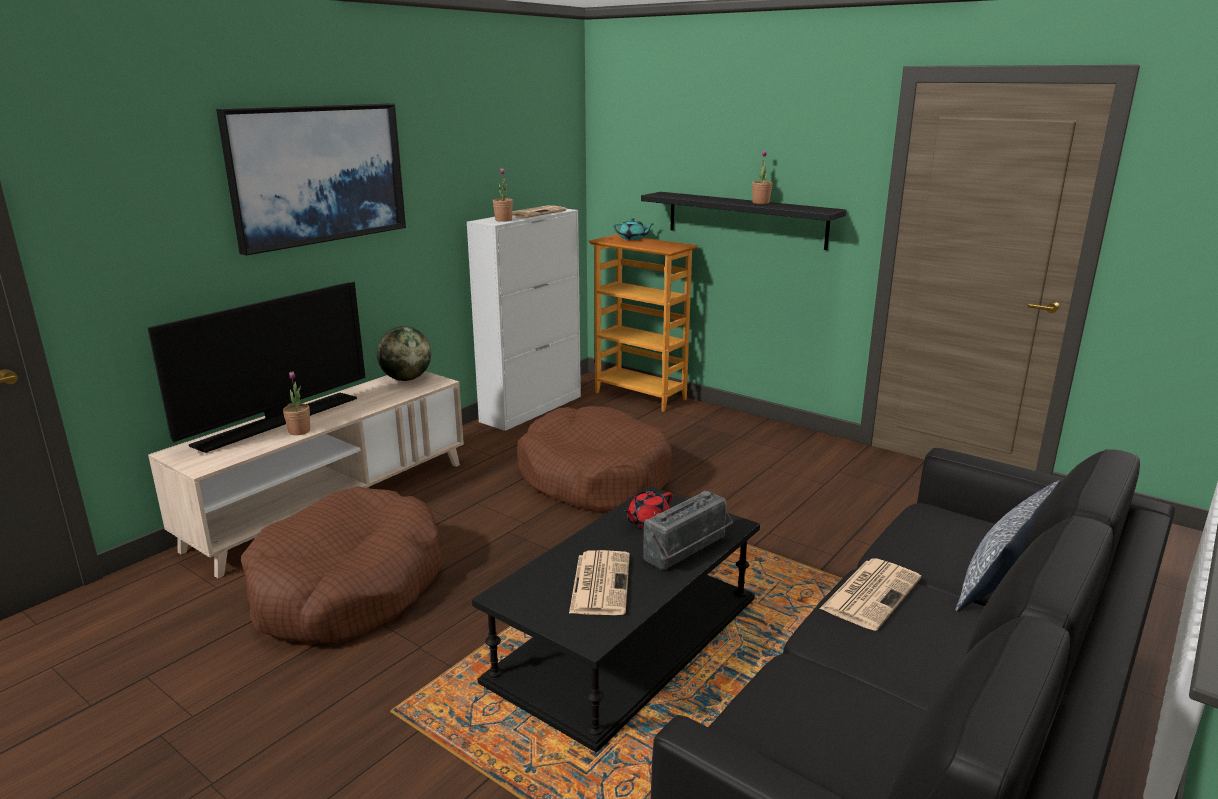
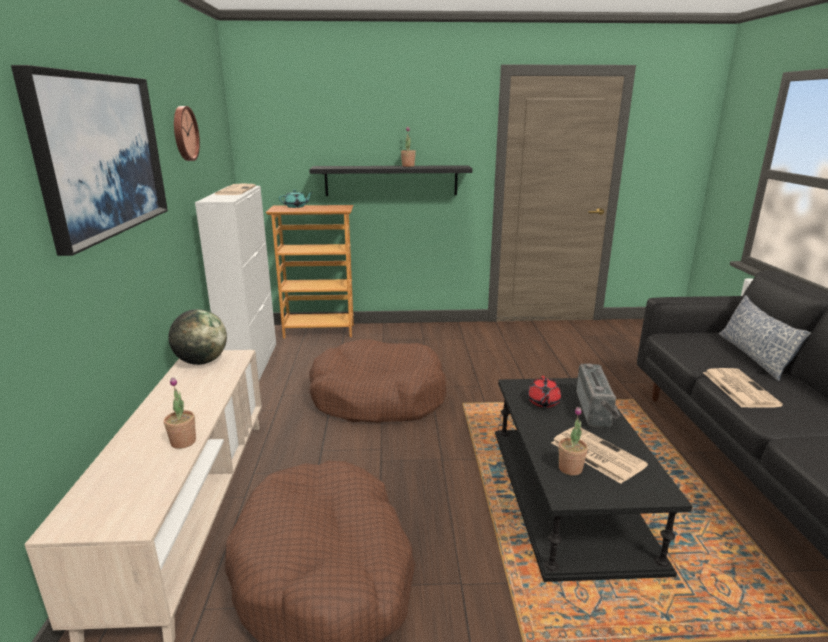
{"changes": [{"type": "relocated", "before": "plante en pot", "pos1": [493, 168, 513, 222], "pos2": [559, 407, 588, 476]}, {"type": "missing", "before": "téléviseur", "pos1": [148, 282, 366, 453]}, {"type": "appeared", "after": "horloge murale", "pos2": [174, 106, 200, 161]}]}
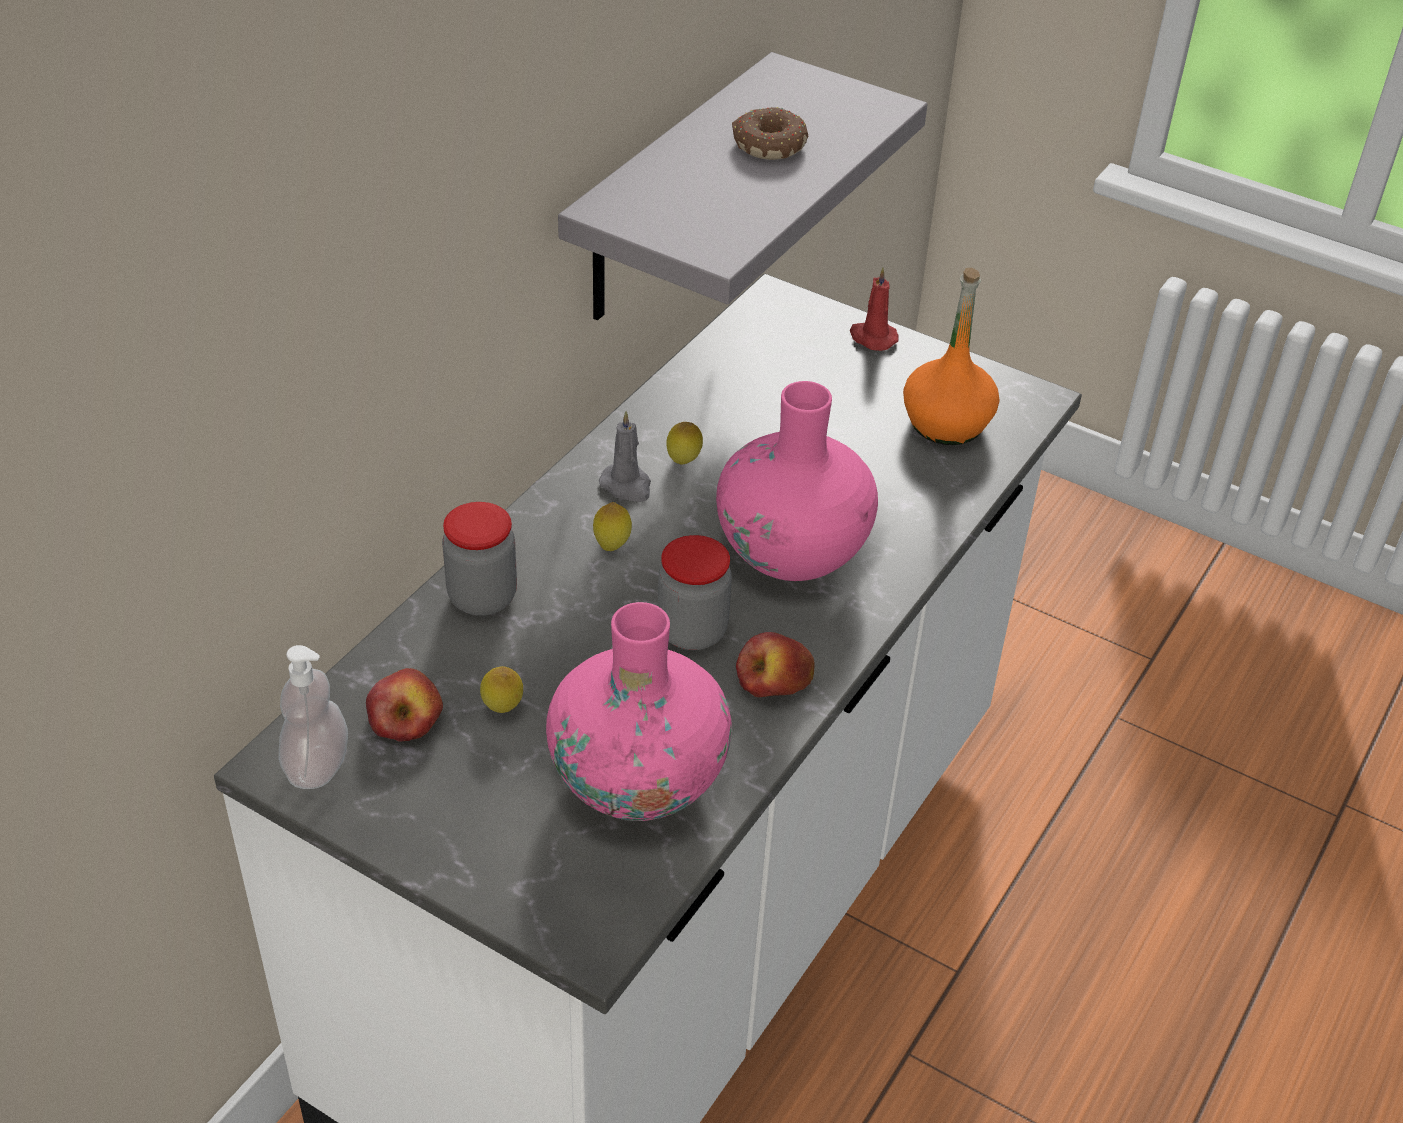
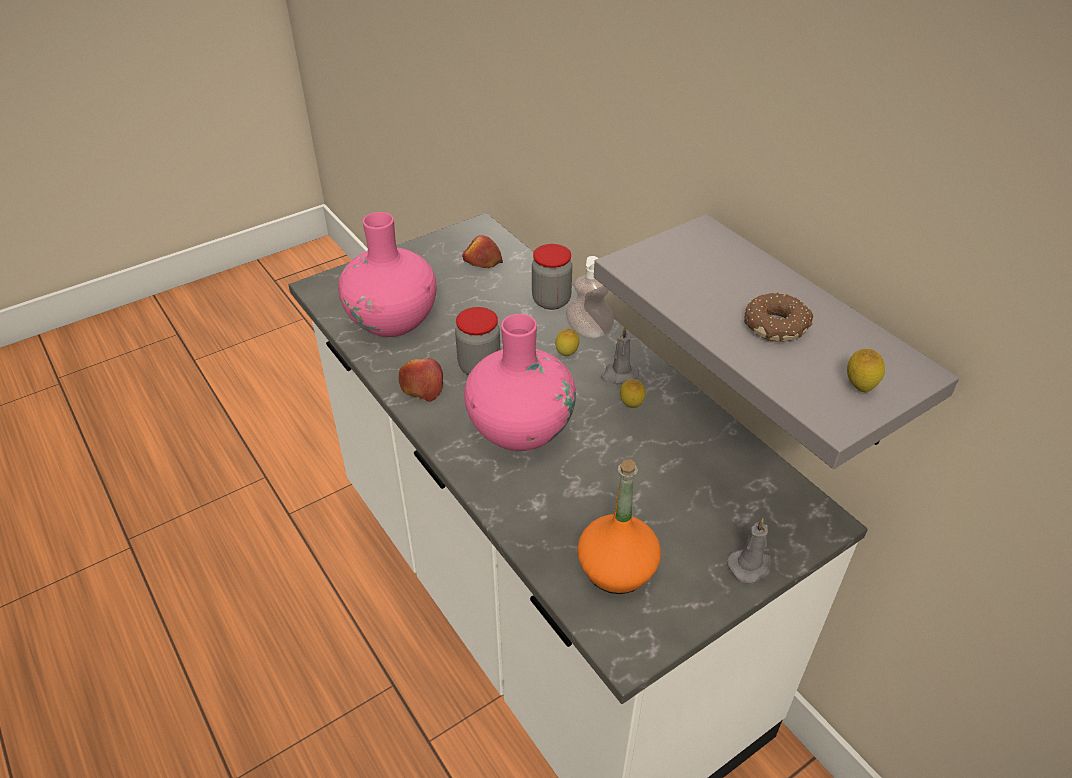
{"changes": [{"type": "colour", "before": "bougie (rouge)", "after": "bougie (gris)", "pos1": [850, 267, 899, 351], "pos2": [728, 518, 772, 583]}, {"type": "relocated", "before": "distributeur de savon", "pos1": [279, 645, 348, 789], "pos2": [566, 256, 614, 339]}, {"type": "relocated", "before": "citron", "pos1": [480, 666, 523, 713], "pos2": [847, 349, 885, 392]}]}
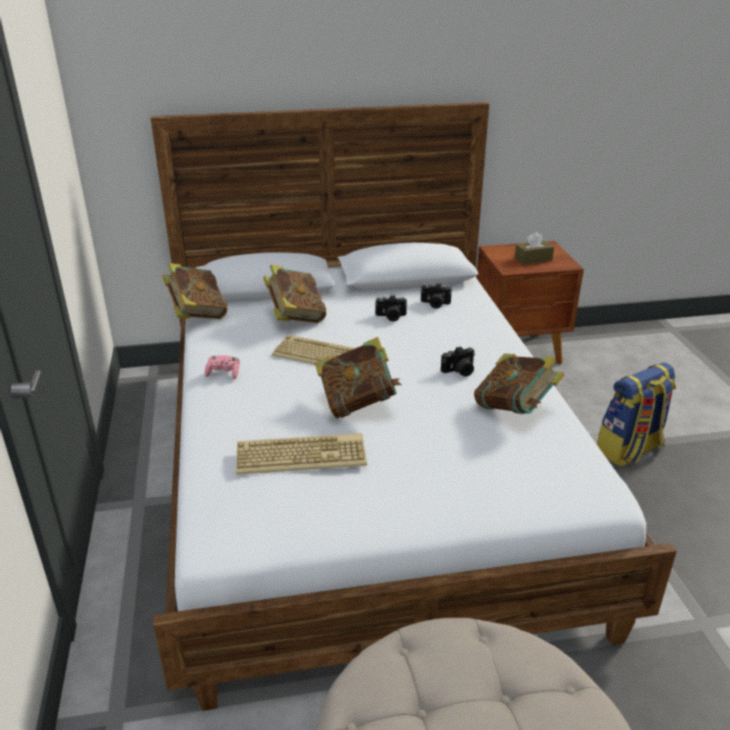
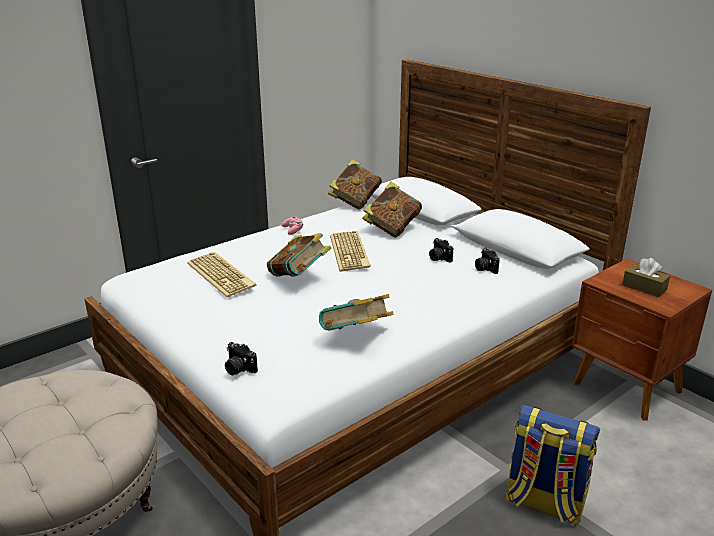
{"changes": [{"type": "relocated", "before": "appareil photo", "pos1": [441, 346, 475, 377], "pos2": [225, 342, 258, 375]}]}
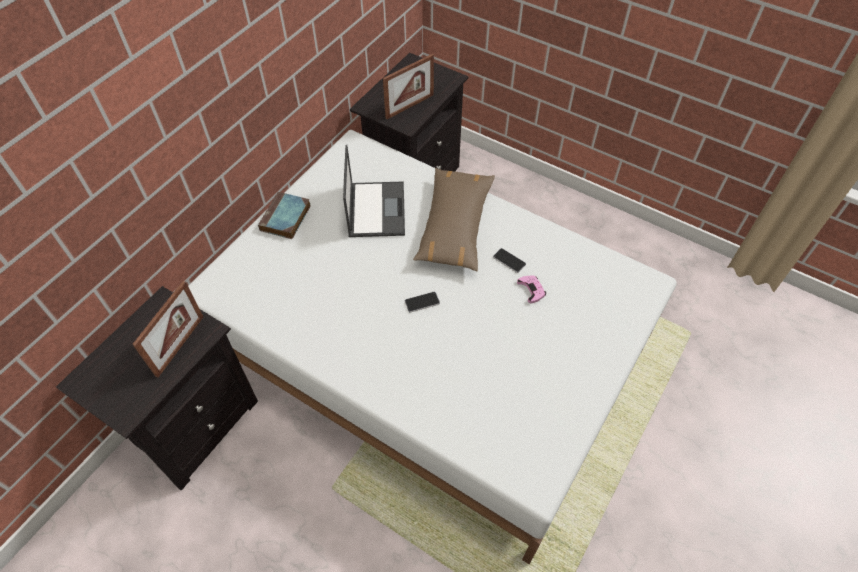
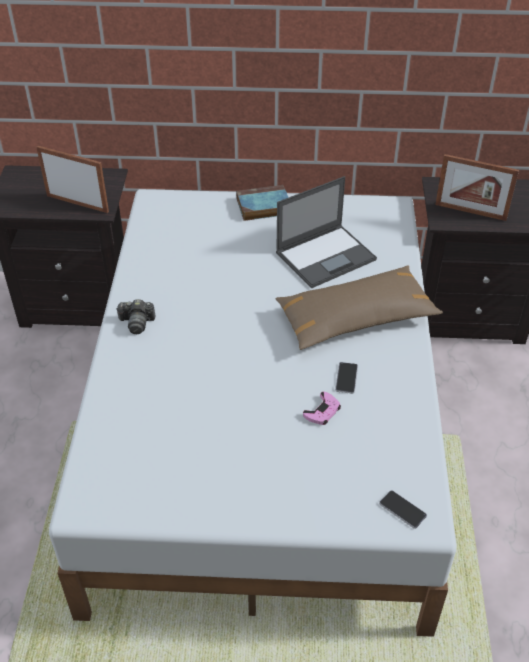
{"changes": [{"type": "spun", "before": "cadre photo", "pos1": [132, 281, 203, 377], "pos2": [36, 146, 109, 213], "turn": -150}, {"type": "relocated", "before": "téléphone", "pos1": [405, 292, 440, 313], "pos2": [379, 490, 427, 529]}, {"type": "appeared", "after": "appareil photo", "pos2": [116, 299, 155, 334]}]}
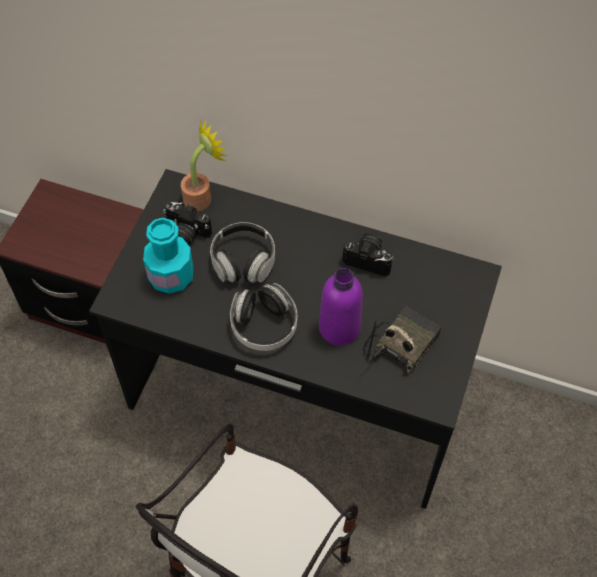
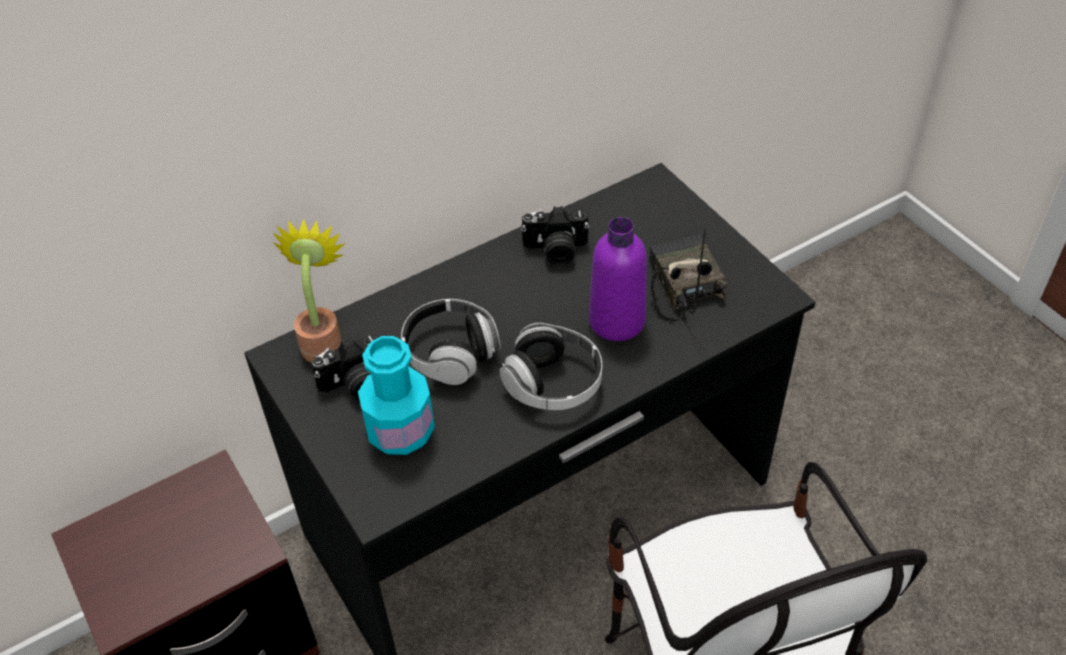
{"changes": [{"type": "spun", "before": "appareil photo", "pos1": [342, 233, 394, 276], "pos2": [521, 206, 589, 265], "turn": -150}]}
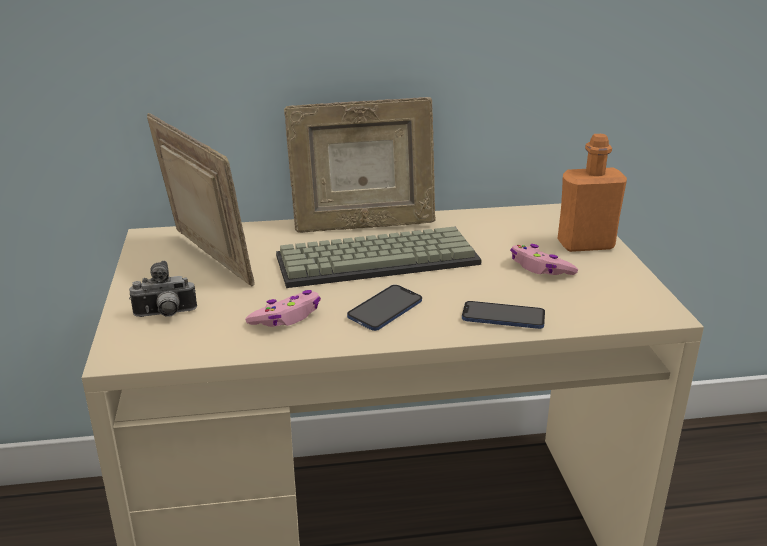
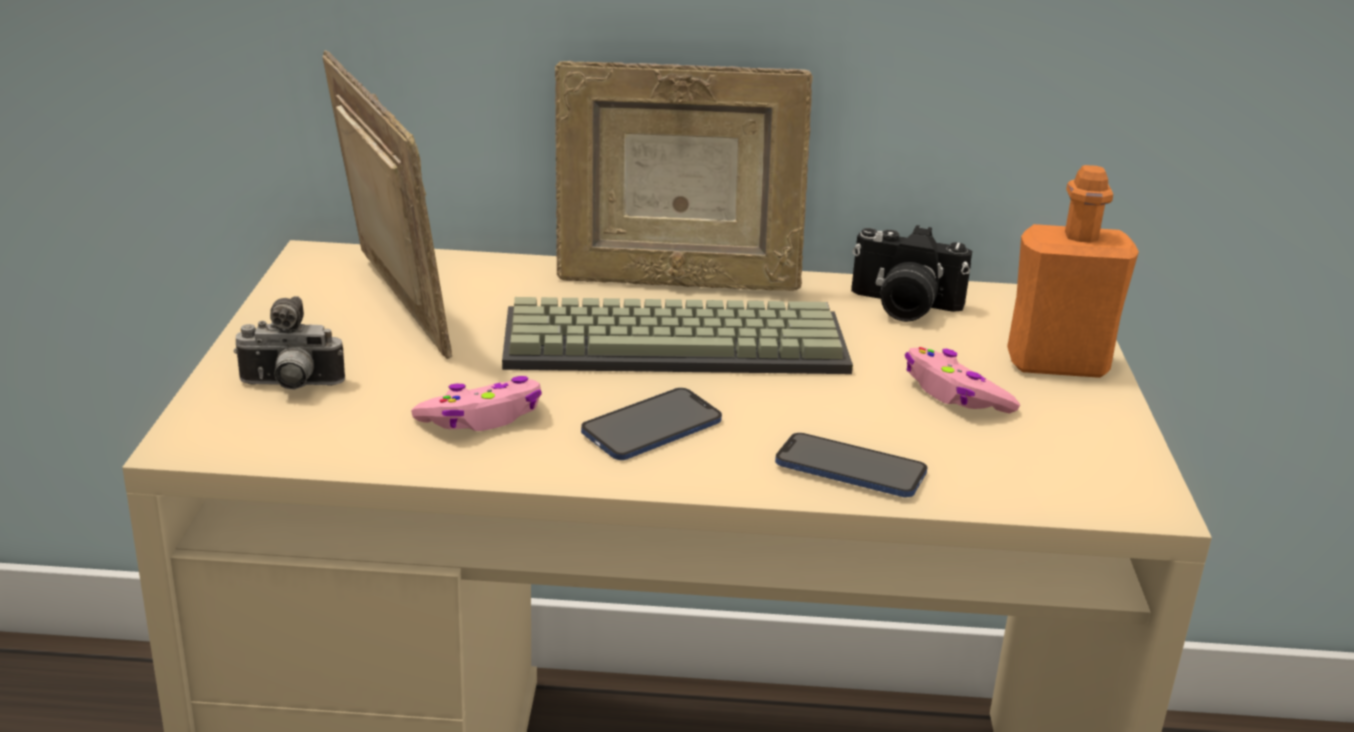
{"changes": [{"type": "appeared", "after": "appareil photo", "pos2": [851, 225, 972, 322]}]}
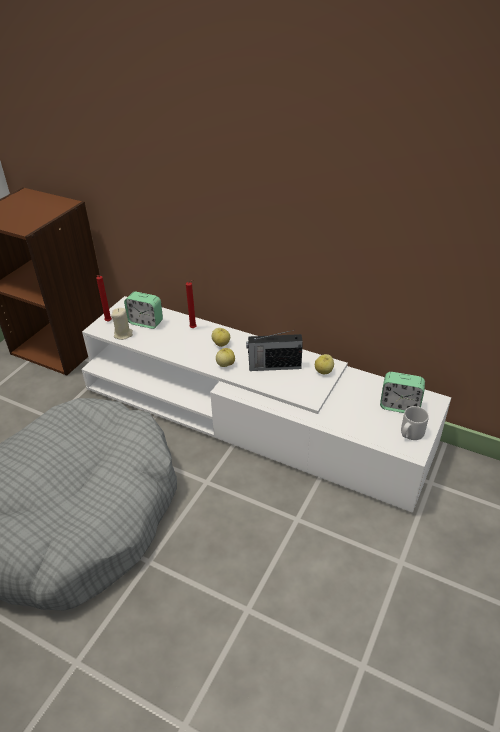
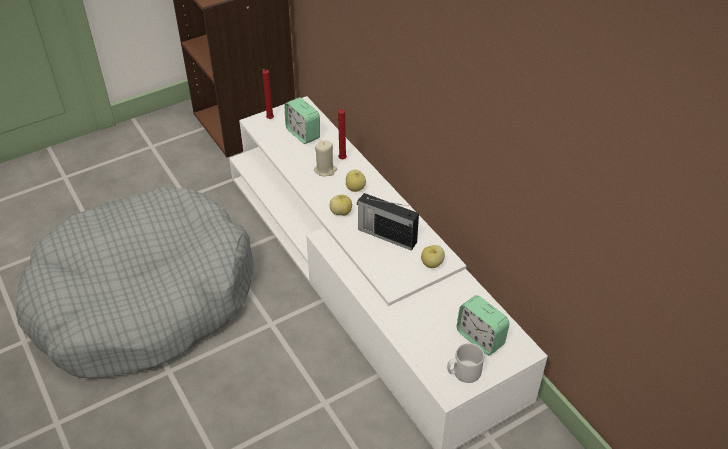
{"changes": [{"type": "relocated", "before": "bougie (beige)", "pos1": [111, 308, 133, 340], "pos2": [314, 141, 337, 176]}]}
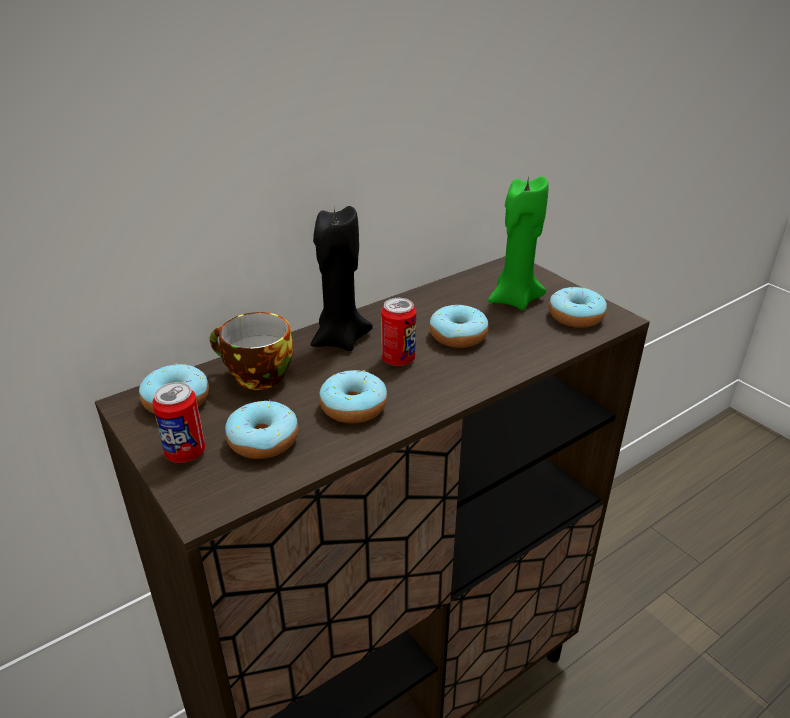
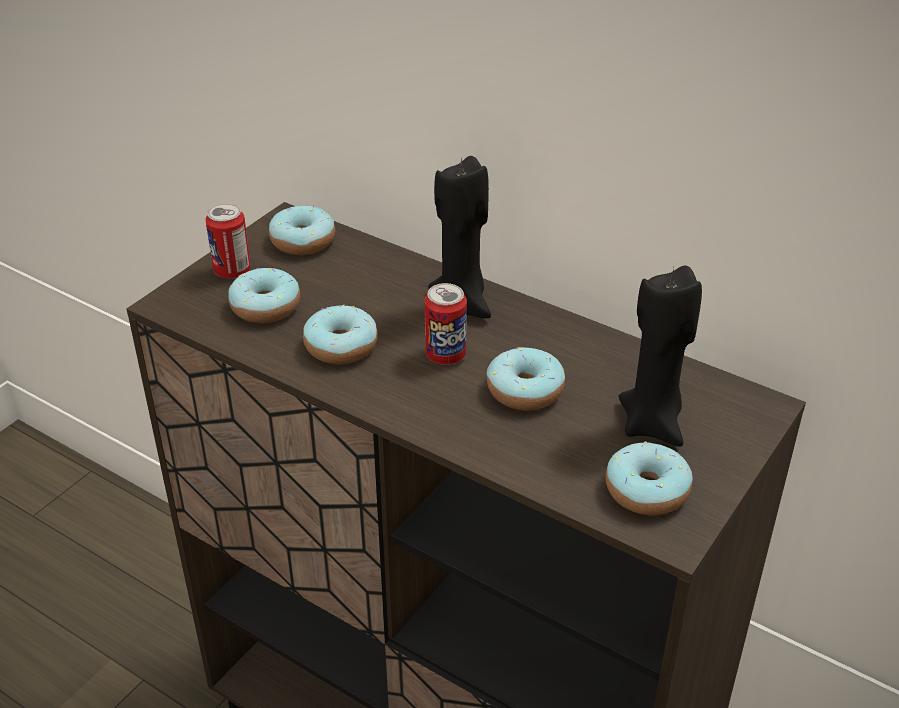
{"changes": [{"type": "colour", "before": "bougie (vert)", "after": "bougie (noir)", "pos1": [488, 175, 549, 310], "pos2": [618, 266, 702, 447]}, {"type": "missing", "before": "tasse", "pos1": [210, 312, 293, 390]}]}
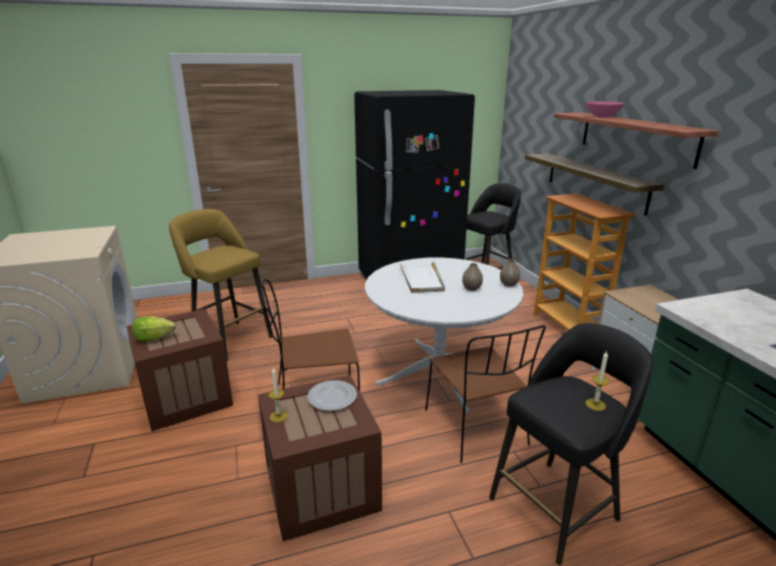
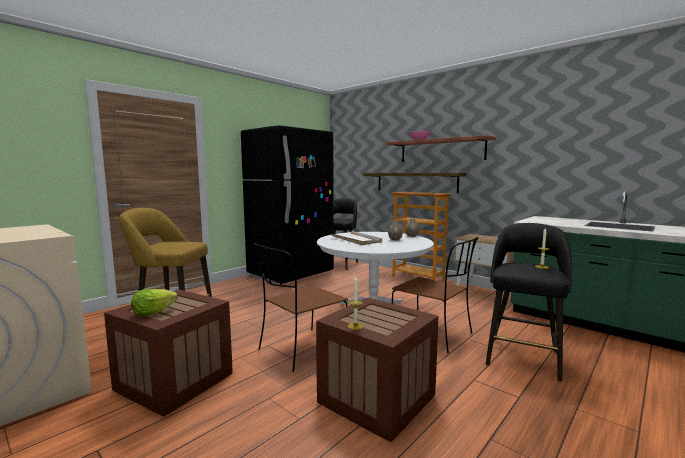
{"changes": [{"type": "missing", "before": "assiette", "pos1": [307, 380, 357, 411]}]}
